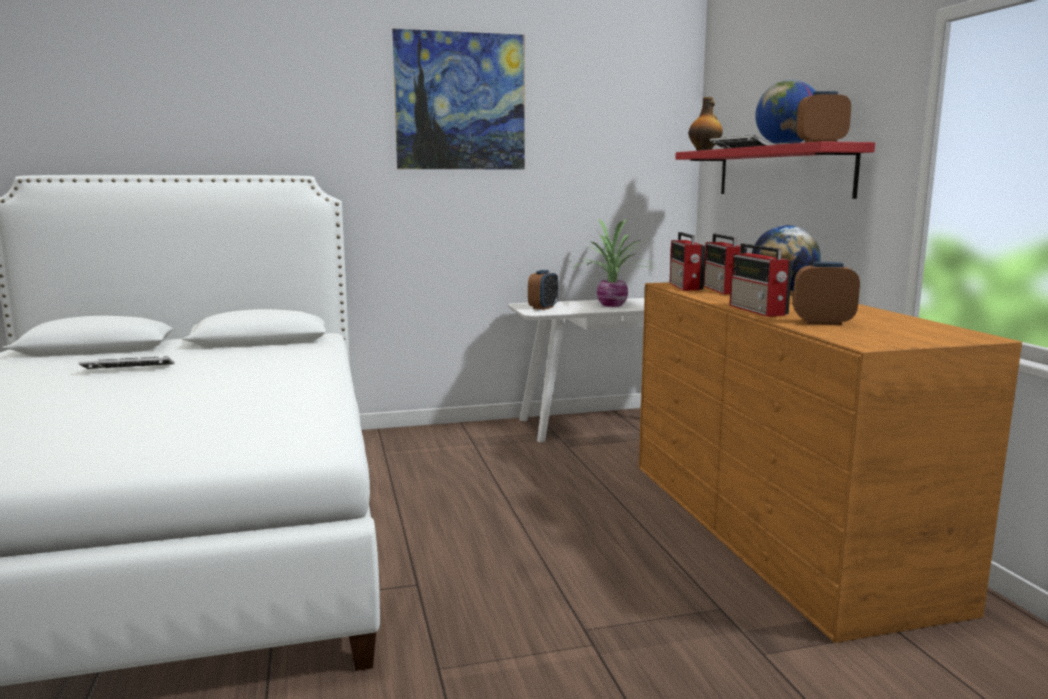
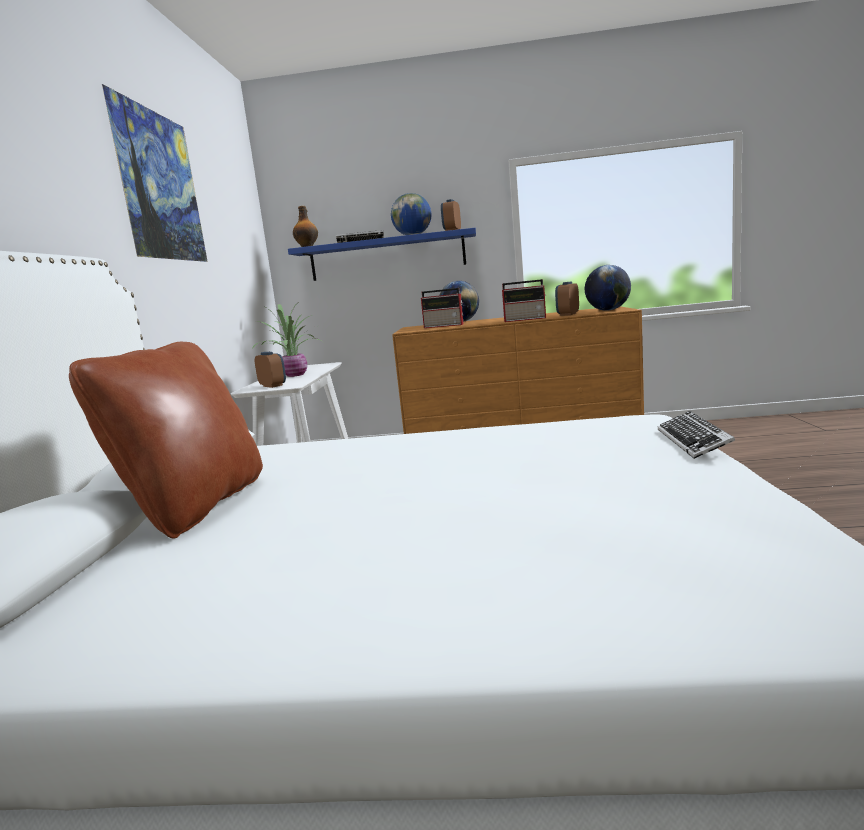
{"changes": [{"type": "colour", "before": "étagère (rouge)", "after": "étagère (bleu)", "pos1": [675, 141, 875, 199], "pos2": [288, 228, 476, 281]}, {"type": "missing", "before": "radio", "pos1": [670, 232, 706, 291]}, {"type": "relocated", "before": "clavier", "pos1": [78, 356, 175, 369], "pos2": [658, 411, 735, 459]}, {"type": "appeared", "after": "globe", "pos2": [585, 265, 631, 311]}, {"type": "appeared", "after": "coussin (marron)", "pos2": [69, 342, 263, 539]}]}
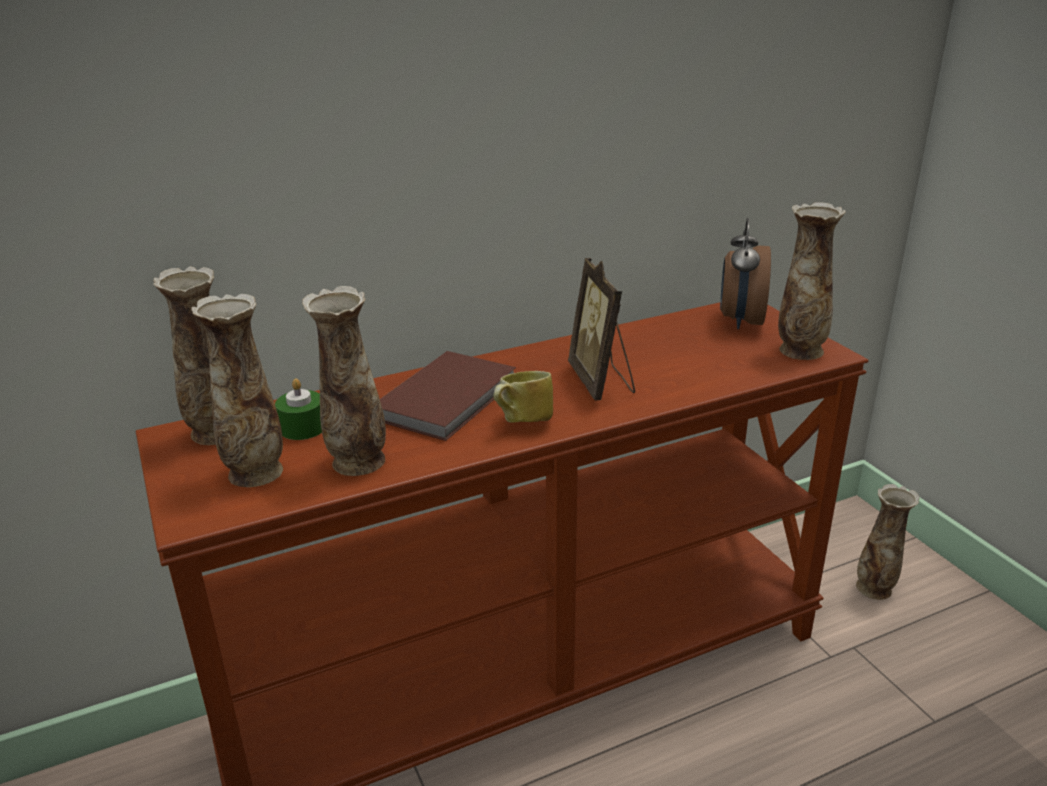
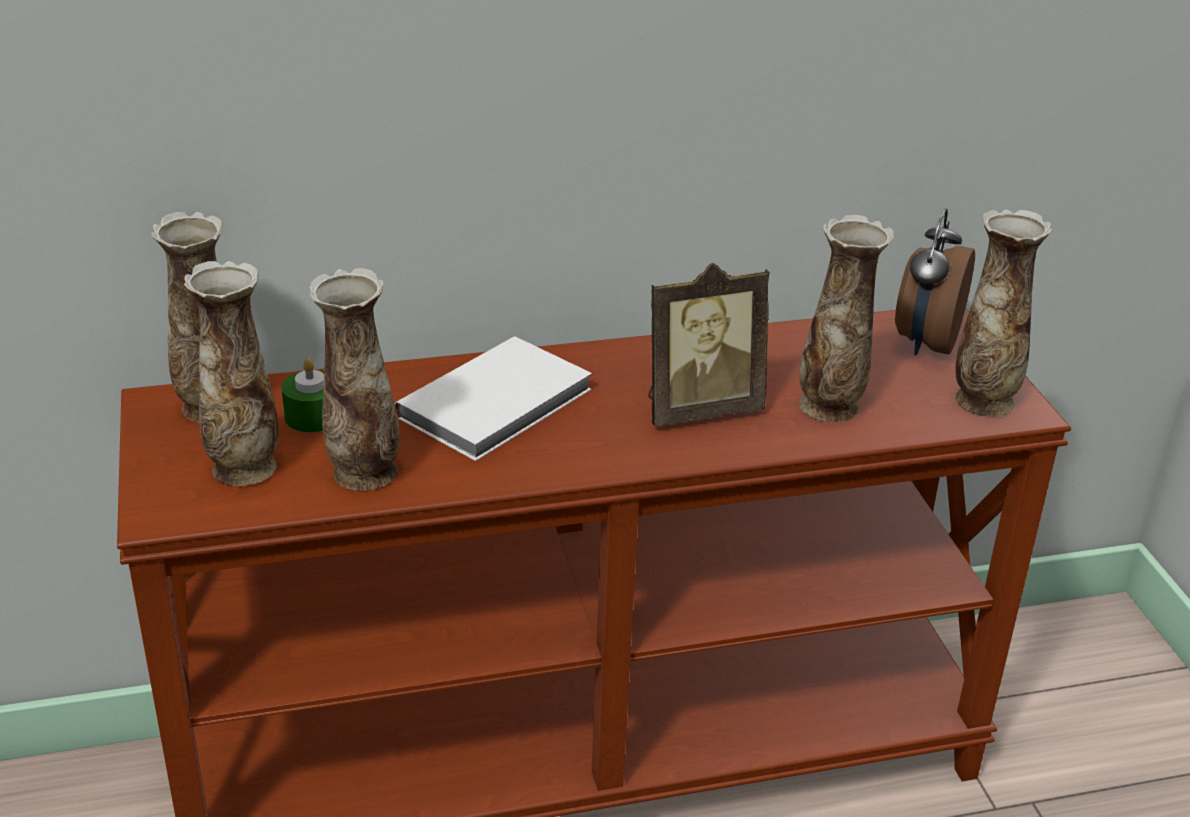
{"changes": [{"type": "spun", "before": "cadre photo", "pos1": [568, 258, 635, 401], "pos2": [648, 263, 770, 426], "turn": -105}, {"type": "colour", "before": "livre (marron)", "after": "livre (blanc)", "pos1": [380, 351, 516, 441], "pos2": [395, 336, 592, 461]}, {"type": "missing", "before": "mug", "pos1": [493, 371, 553, 423]}, {"type": "relocated", "before": "vase", "pos1": [856, 484, 920, 600], "pos2": [799, 215, 895, 423]}]}
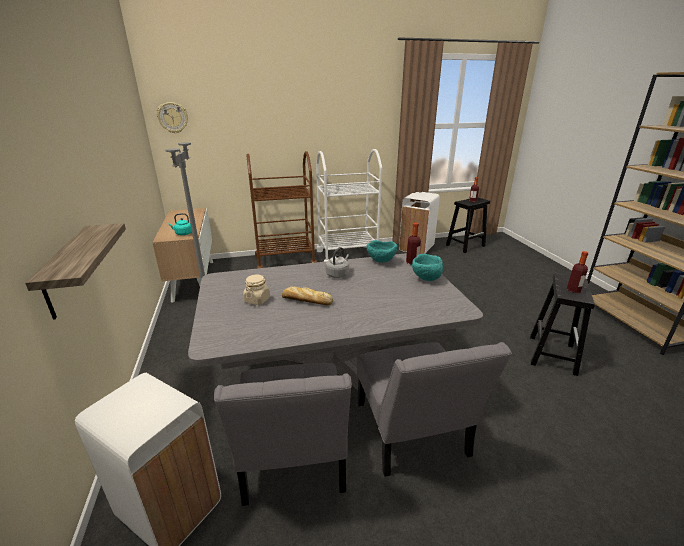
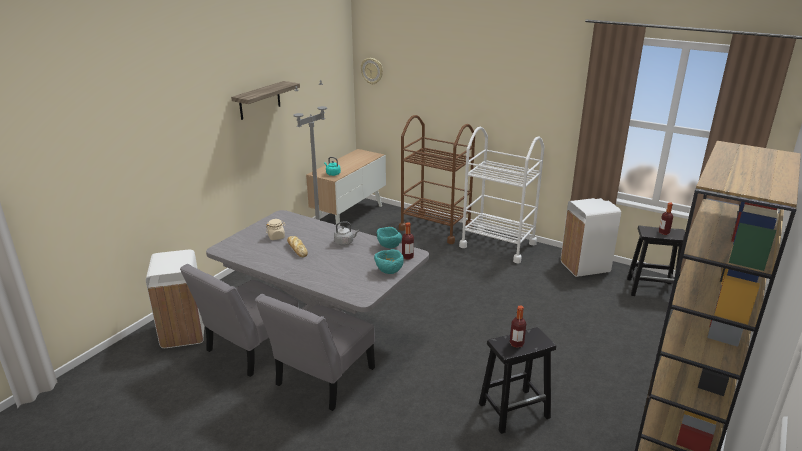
{"changes": [{"type": "relocated", "before": "étagère", "pos1": [25, 223, 126, 320], "pos2": [231, 81, 300, 120]}]}
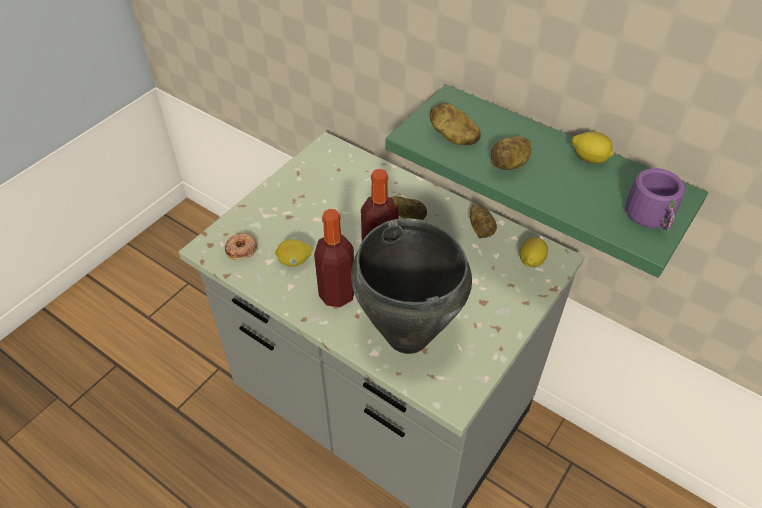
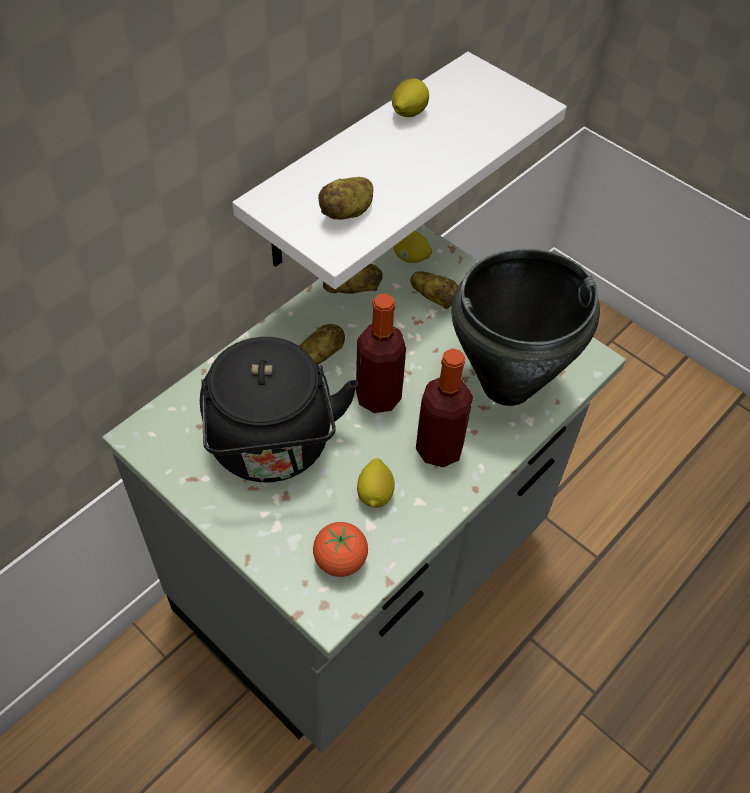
{"changes": [{"type": "colour", "before": "étagère (vert)", "after": "étagère (blanc)", "pos1": [385, 84, 708, 278], "pos2": [232, 52, 567, 289]}, {"type": "relocated", "before": "pomme de terre", "pos1": [491, 136, 531, 170], "pos2": [410, 271, 458, 309]}, {"type": "missing", "before": "mug (violet)", "pos1": [626, 168, 685, 231]}, {"type": "exchanged", "before": "beignet", "after": "tomate", "pos1": [225, 233, 257, 260], "pos2": [313, 522, 368, 577]}, {"type": "appeared", "after": "bouilloire (noir)", "pos2": [200, 337, 358, 482]}]}
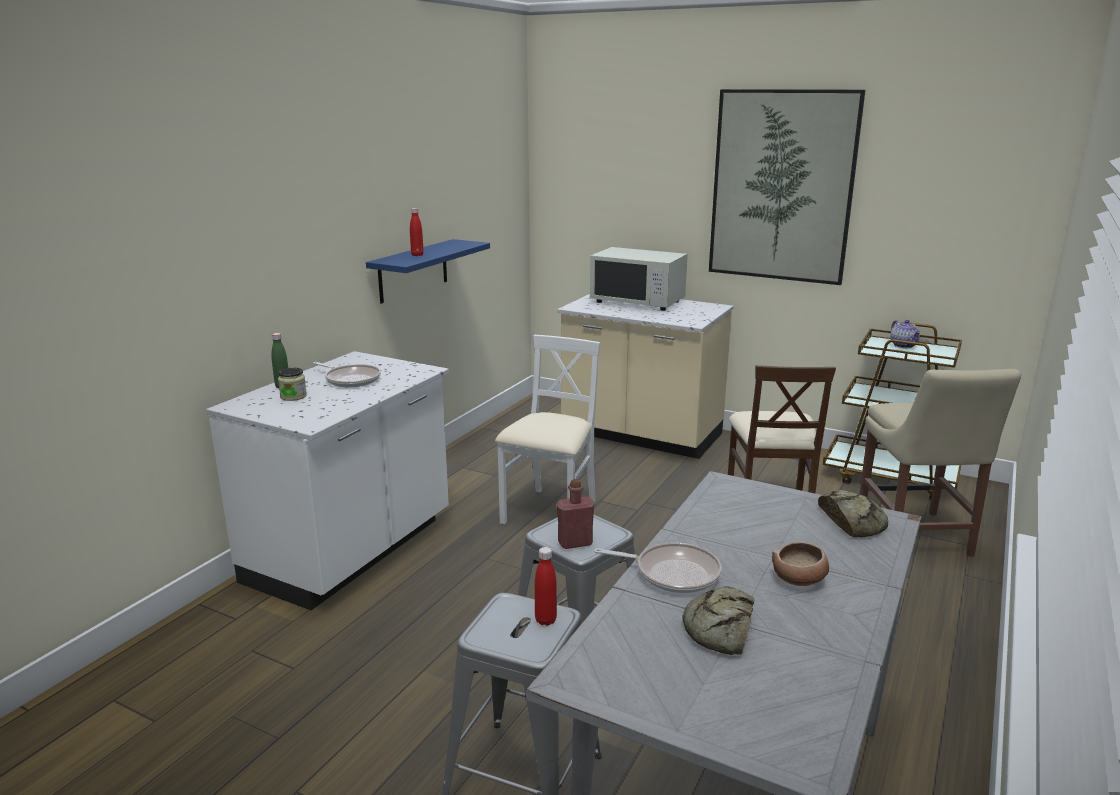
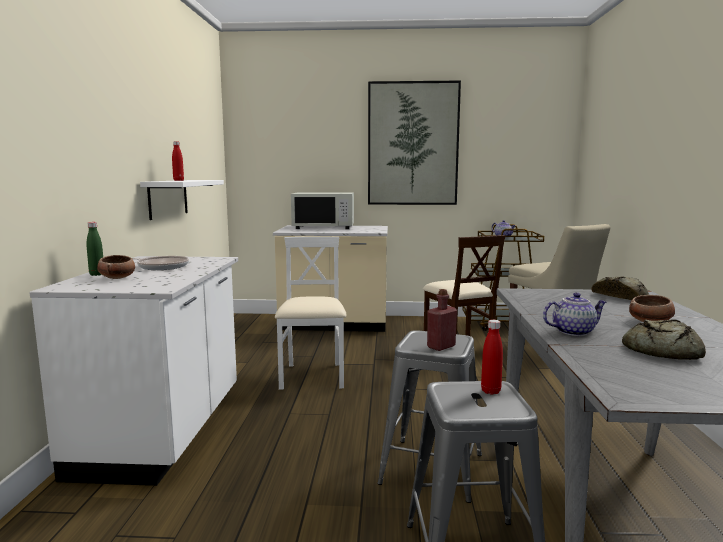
{"changes": [{"type": "colour", "before": "étagère (bleu)", "after": "étagère (blanc)", "pos1": [366, 239, 490, 304], "pos2": [140, 180, 224, 220]}, {"type": "exchanged", "before": "bocal", "after": "bol", "pos1": [278, 368, 307, 401], "pos2": [97, 255, 135, 279]}, {"type": "exchanged", "before": "poêle", "after": "théière", "pos1": [594, 543, 722, 593], "pos2": [543, 292, 606, 336]}]}
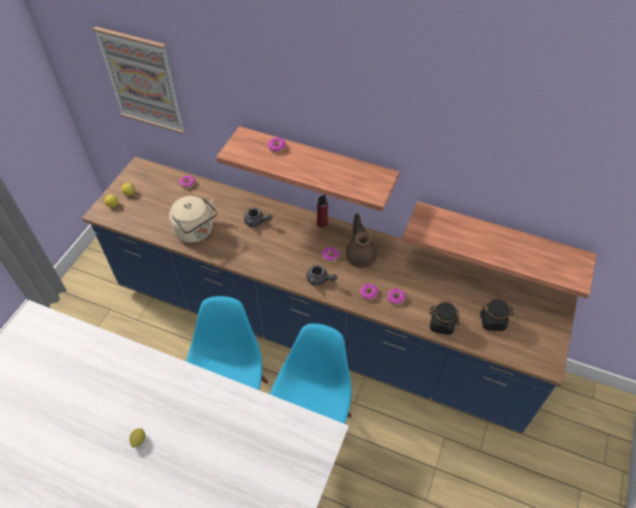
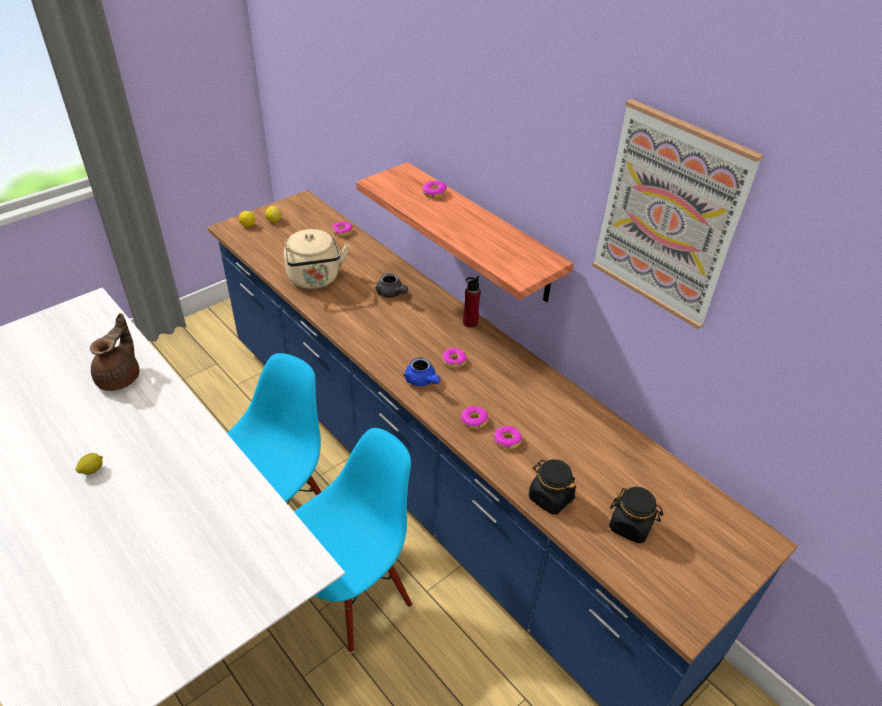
{"changes": [{"type": "relocated", "before": "tableau", "pos1": [93, 26, 185, 134], "pos2": [592, 99, 764, 329]}, {"type": "missing", "before": "étagère", "pos1": [402, 201, 596, 299]}, {"type": "relocated", "before": "théière (marron)", "pos1": [346, 213, 377, 268], "pos2": [90, 313, 140, 391]}, {"type": "colour", "before": "théière (gris)", "after": "théière (bleu)", "pos1": [306, 265, 337, 286], "pos2": [403, 357, 440, 386]}]}
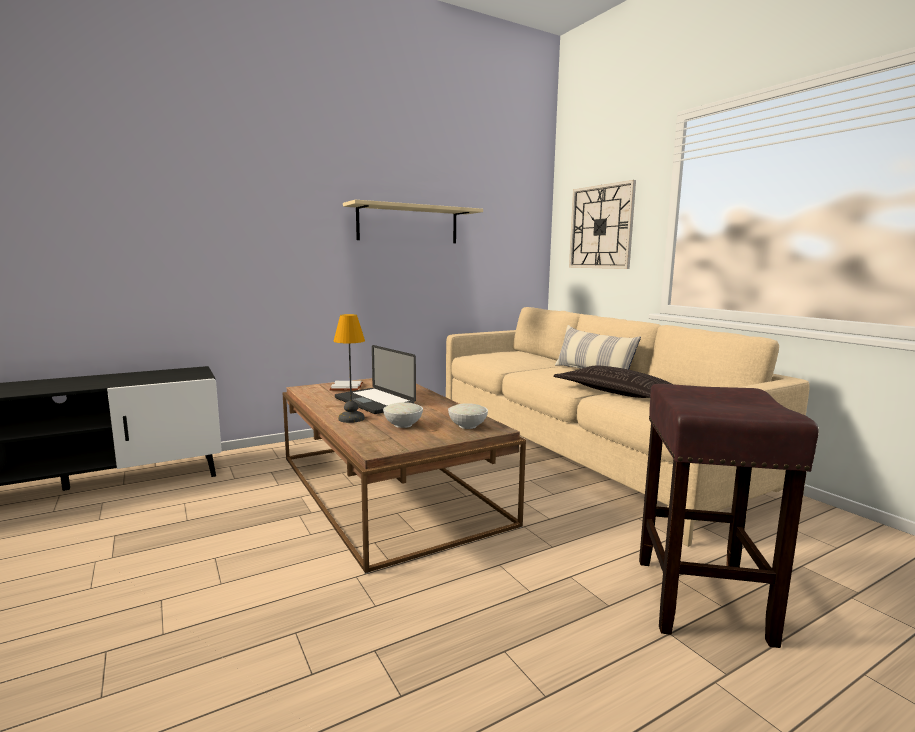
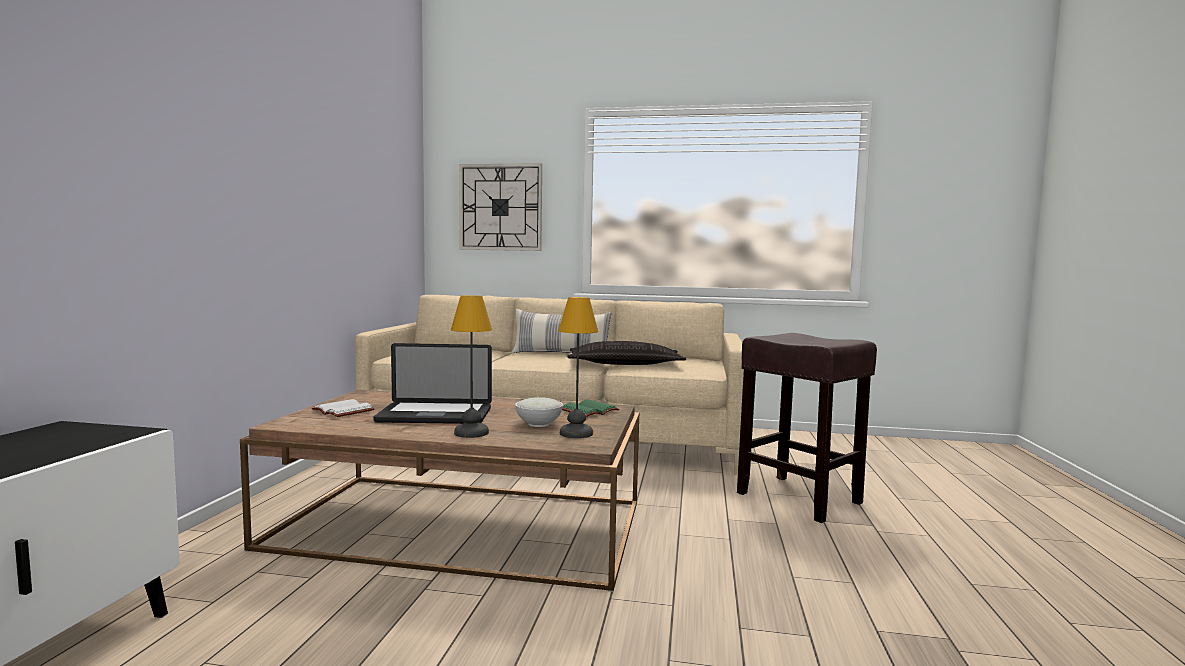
{"changes": [{"type": "missing", "before": "étagère (beige)", "pos1": [343, 200, 483, 243]}, {"type": "exchanged", "before": "bol (blanc)", "after": "livre (vert)", "pos1": [448, 403, 488, 429], "pos2": [562, 400, 619, 417]}, {"type": "appeared", "after": "lampe de table", "pos2": [558, 297, 598, 438]}]}
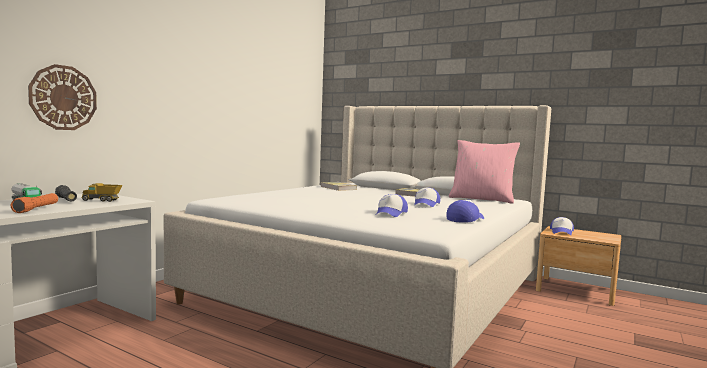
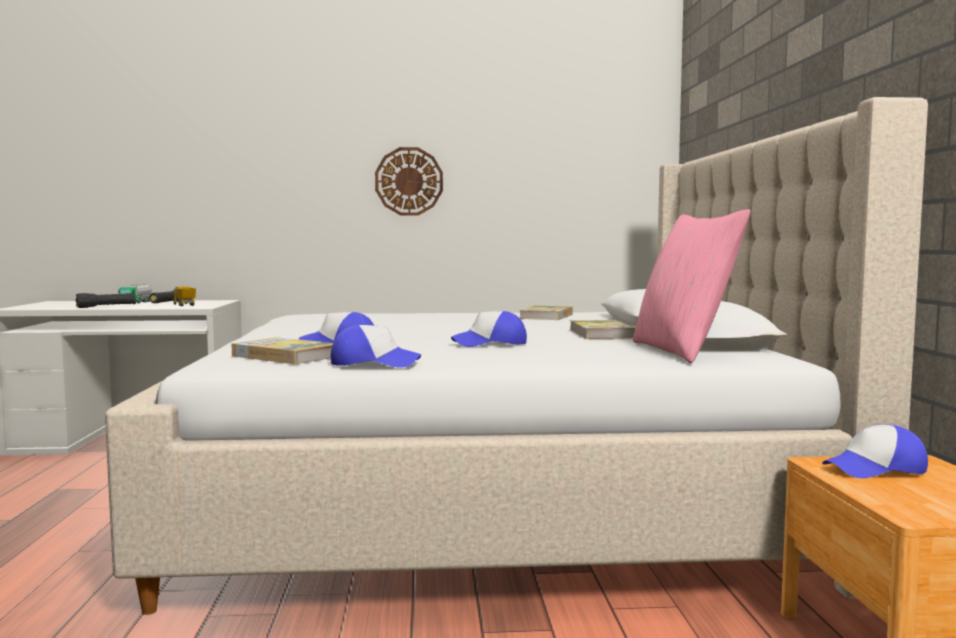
{"changes": [{"type": "relocated", "before": "horloge murale", "pos1": [28, 64, 97, 130], "pos2": [375, 147, 443, 216]}, {"type": "colour", "before": "lampe de poche (orange)", "after": "lampe de poche (noir)", "pos1": [10, 193, 58, 213], "pos2": [76, 293, 136, 308]}, {"type": "appeared", "after": "livre", "pos2": [232, 337, 333, 364]}]}
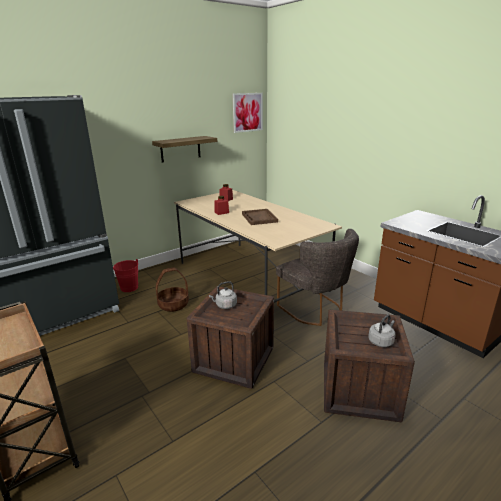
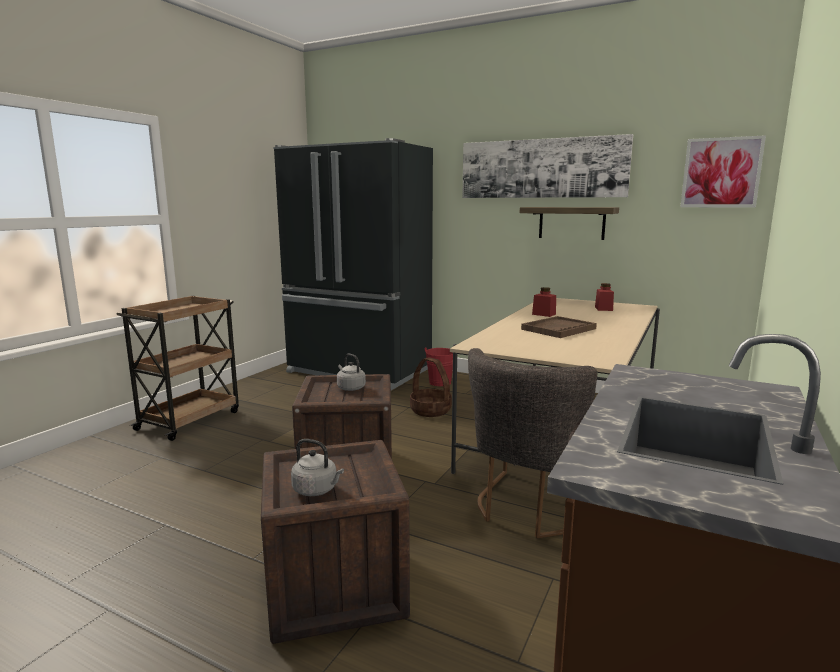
{"changes": [{"type": "appeared", "after": "tableau", "pos2": [462, 134, 633, 198]}]}
